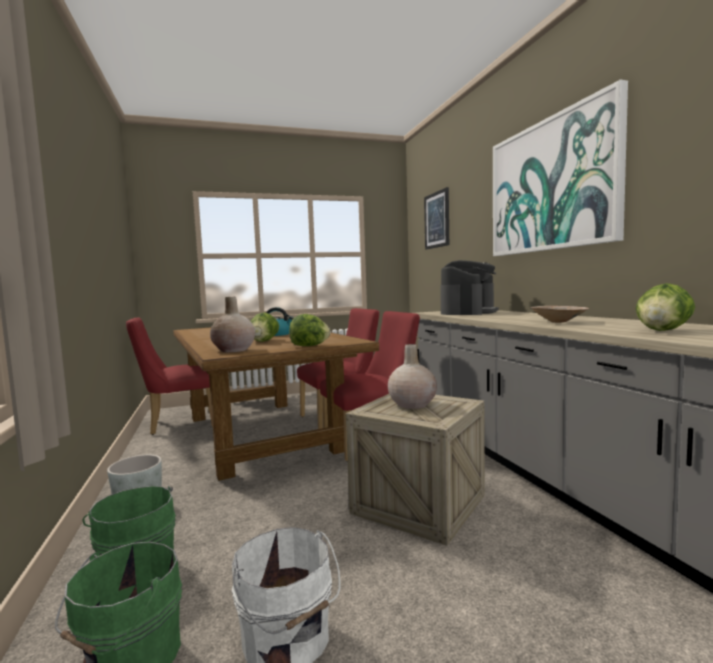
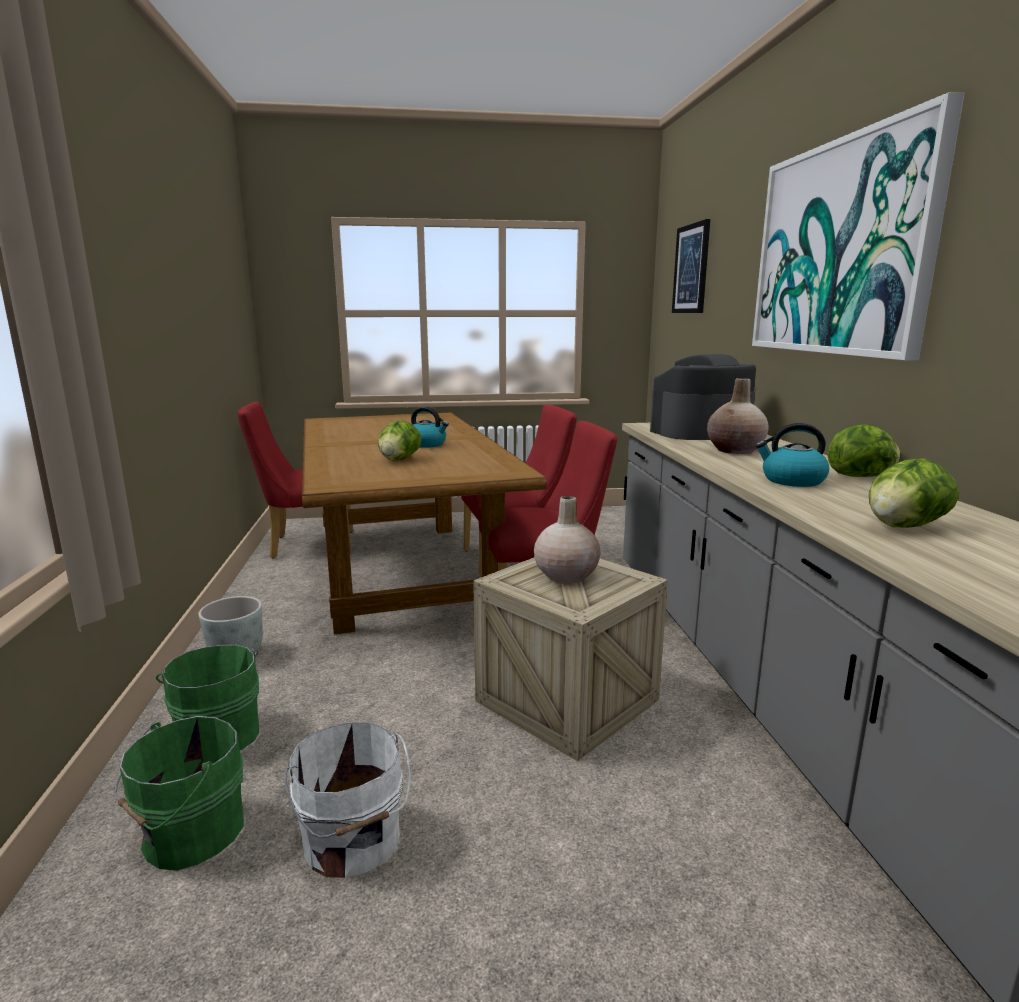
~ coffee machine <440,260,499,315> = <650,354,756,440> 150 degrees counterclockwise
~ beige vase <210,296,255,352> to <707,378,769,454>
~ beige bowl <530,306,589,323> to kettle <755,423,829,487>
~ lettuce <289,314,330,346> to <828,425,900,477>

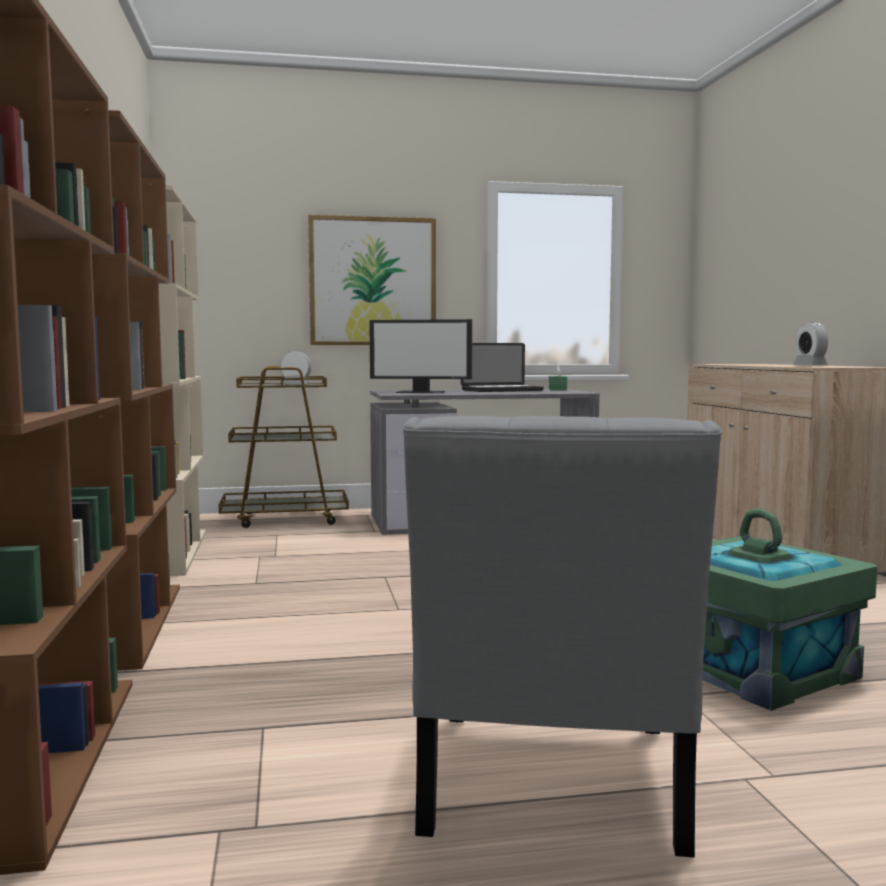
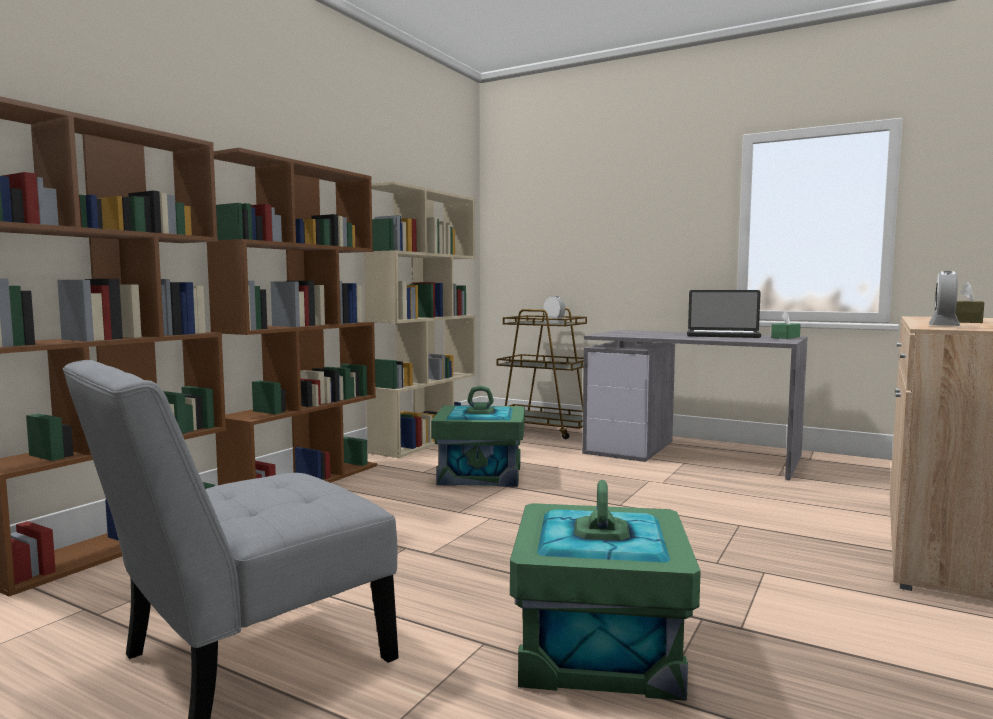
- picture <308,215,436,345>
- monitor <369,319,472,393>
+ brown tissue box <955,282,984,323>
+ green storage box <431,386,525,487>

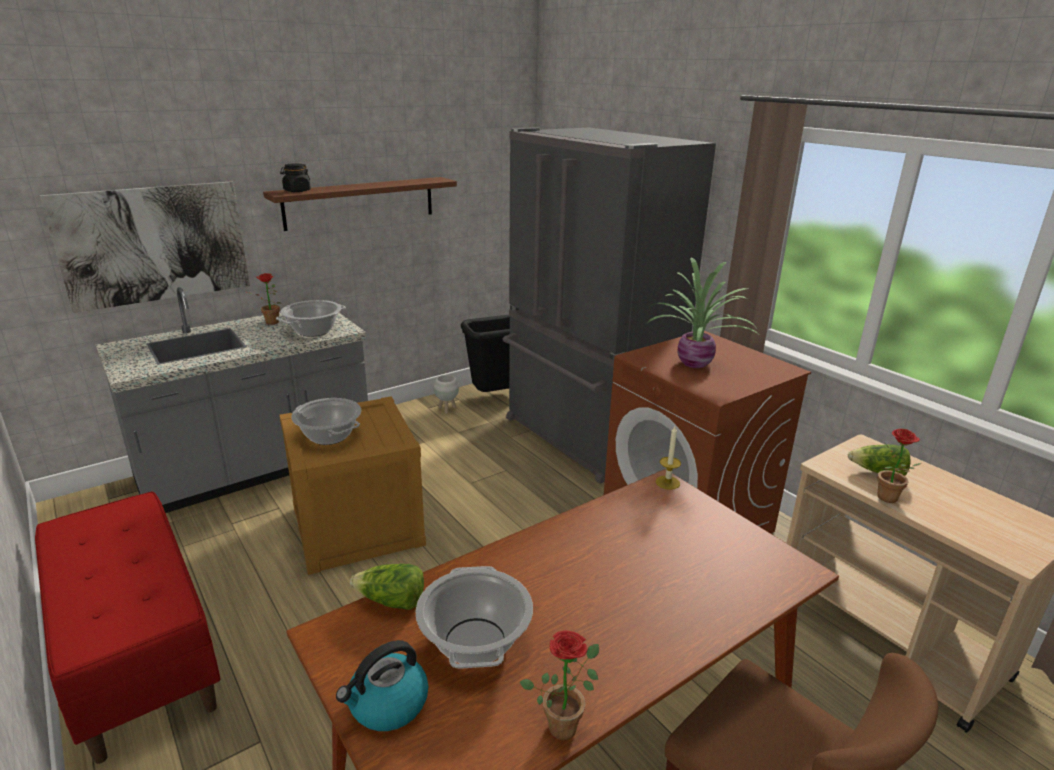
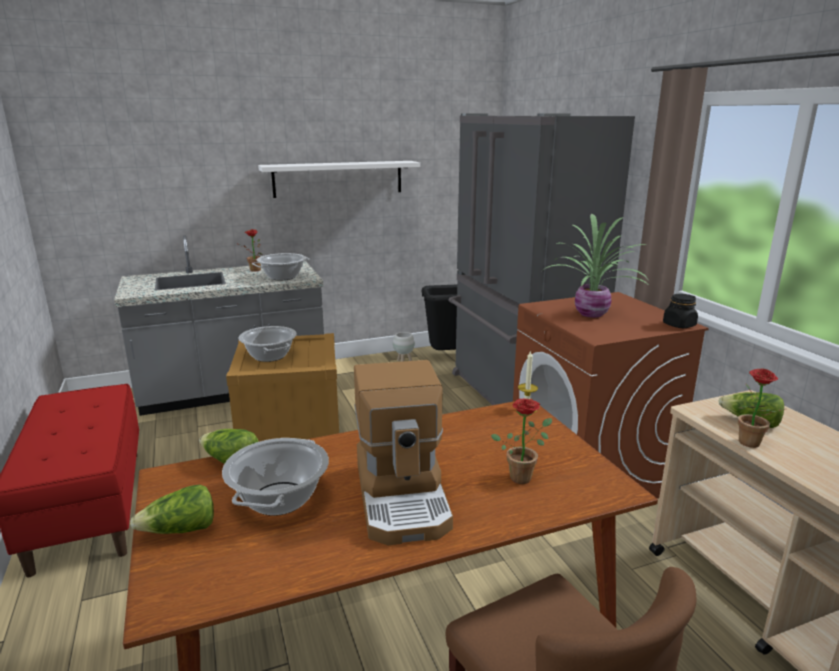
~ black jar <280,163,311,192> to <663,294,698,328>
~ brown shelf <263,177,457,231> to white shelf <258,161,420,198>
- picture <40,181,250,313>
~ potted plant <520,630,599,740> to <491,399,552,484>
~ kettle <336,640,428,731> to lettuce <130,485,214,534>
+ coffee machine <354,360,453,545>

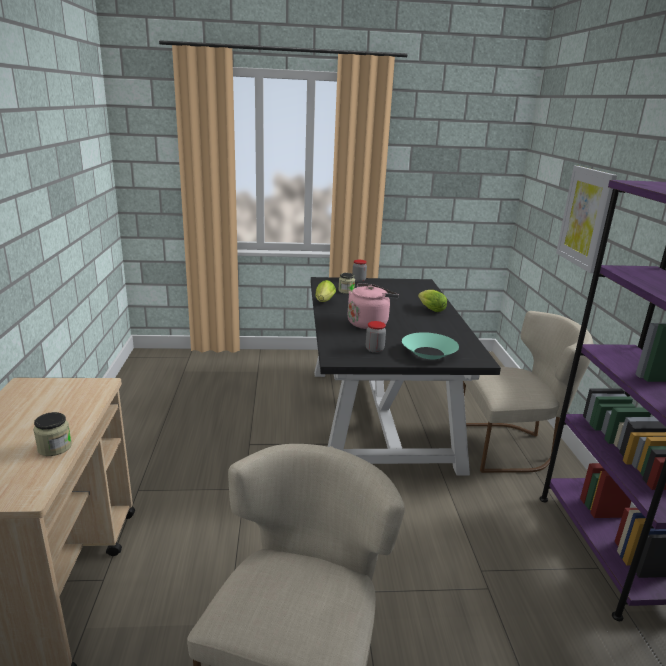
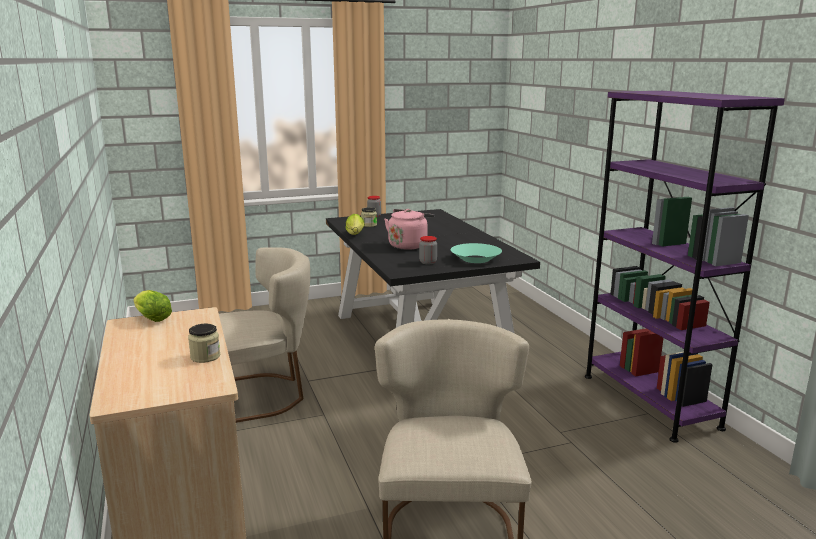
- picture <556,166,617,273>
~ lettuce <418,290,447,312> to <133,290,172,322>
~ beige chair <463,311,593,473> to <219,247,310,423>

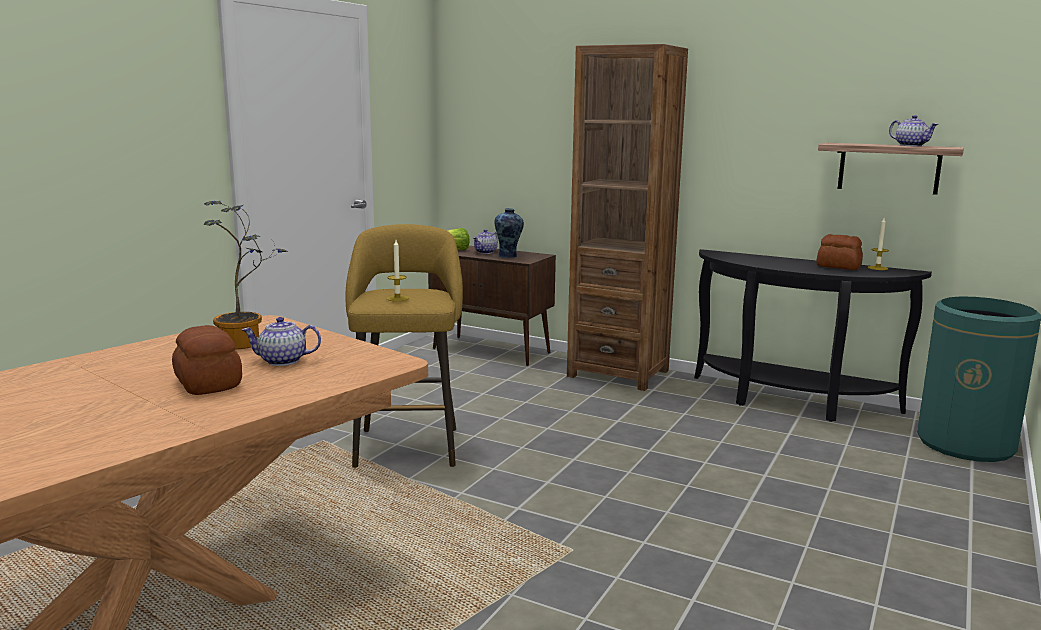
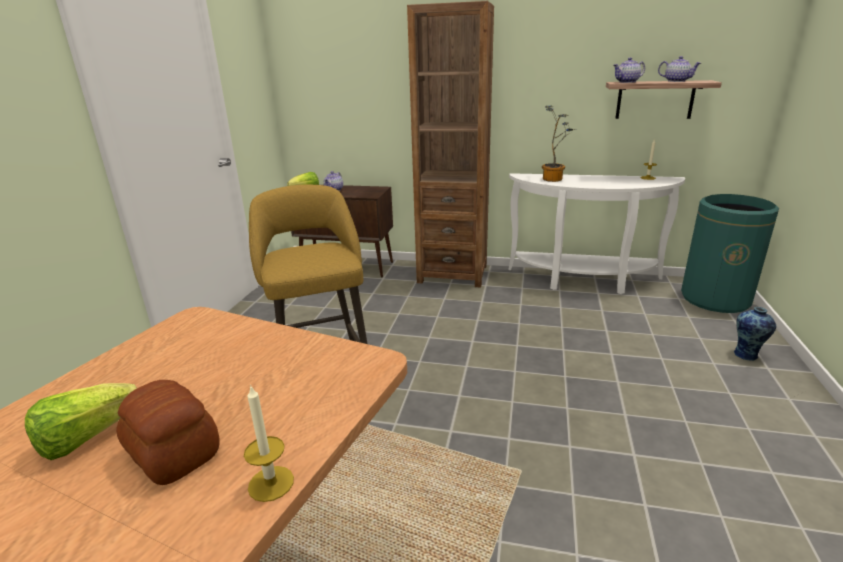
~ potted plant <204,201,287,349> to <542,105,576,182>
~ vase <494,208,524,258> to <734,307,776,361>
- bread <817,234,863,270>
~ candle <386,240,409,301> to <244,385,294,502>
~ black console table <694,249,932,422> to white console table <508,173,685,294>
~ teapot <242,317,321,366> to <613,57,645,83>
+ lettuce <25,383,137,460>

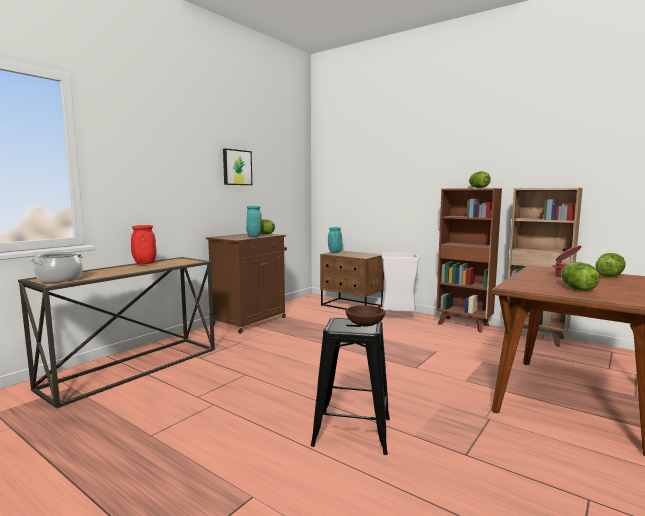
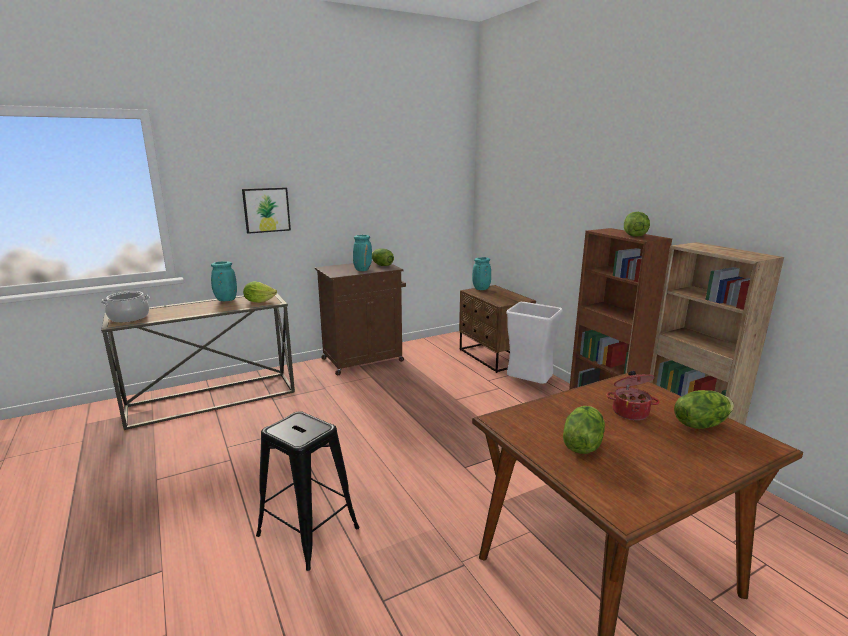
~ picture <223,148,252,185> to <242,187,291,234>
~ red vase <131,225,157,264> to turquoise vase <211,262,237,301>
- brown bowl <345,305,386,327>
+ lettuce <243,281,277,303>

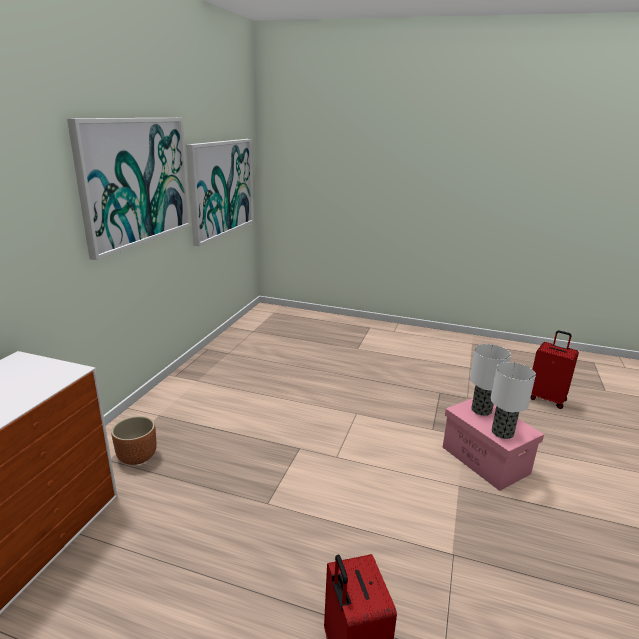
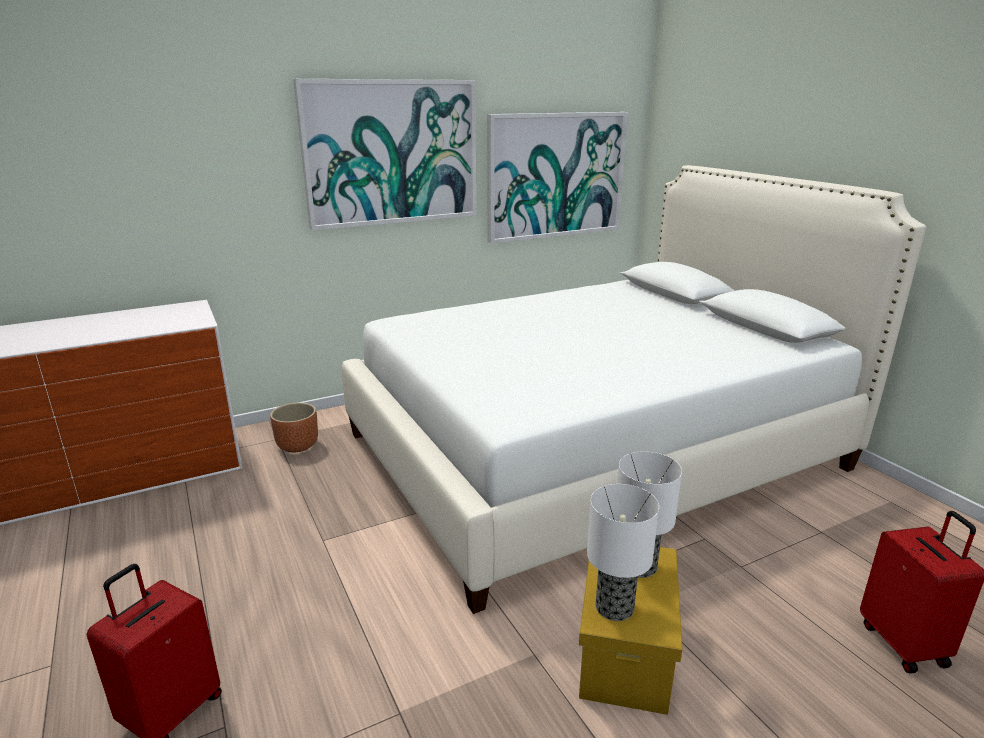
~ pink storage box <443,398,544,491> to yellow storage box <579,547,683,715>
+ white bed <342,165,926,614>

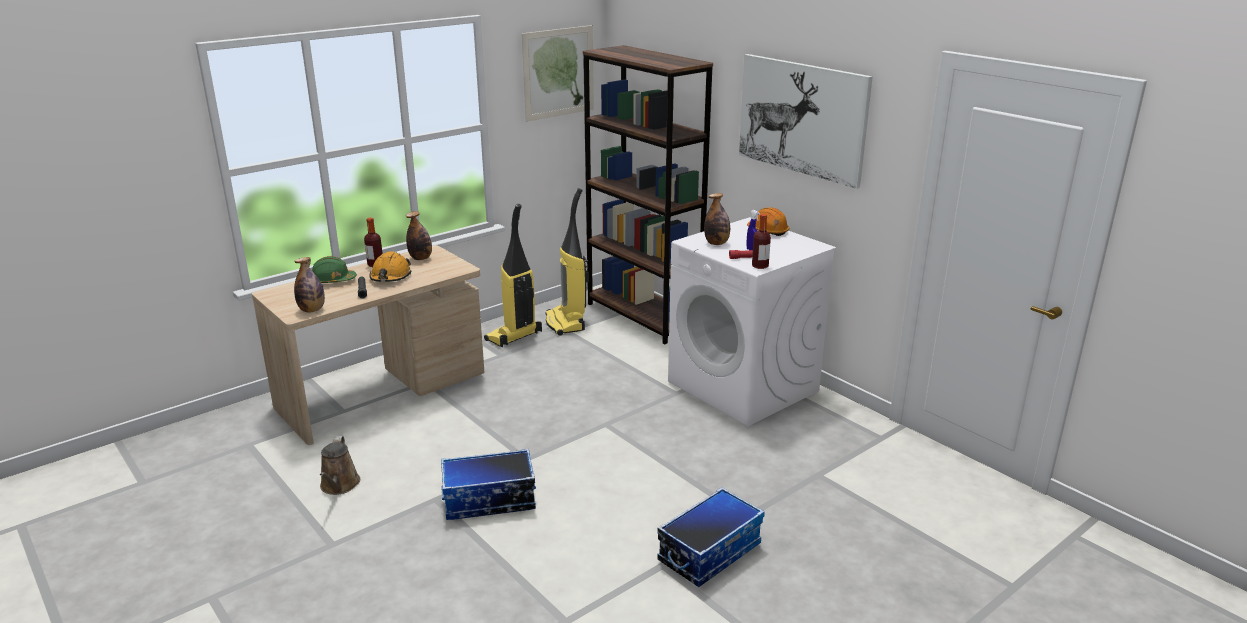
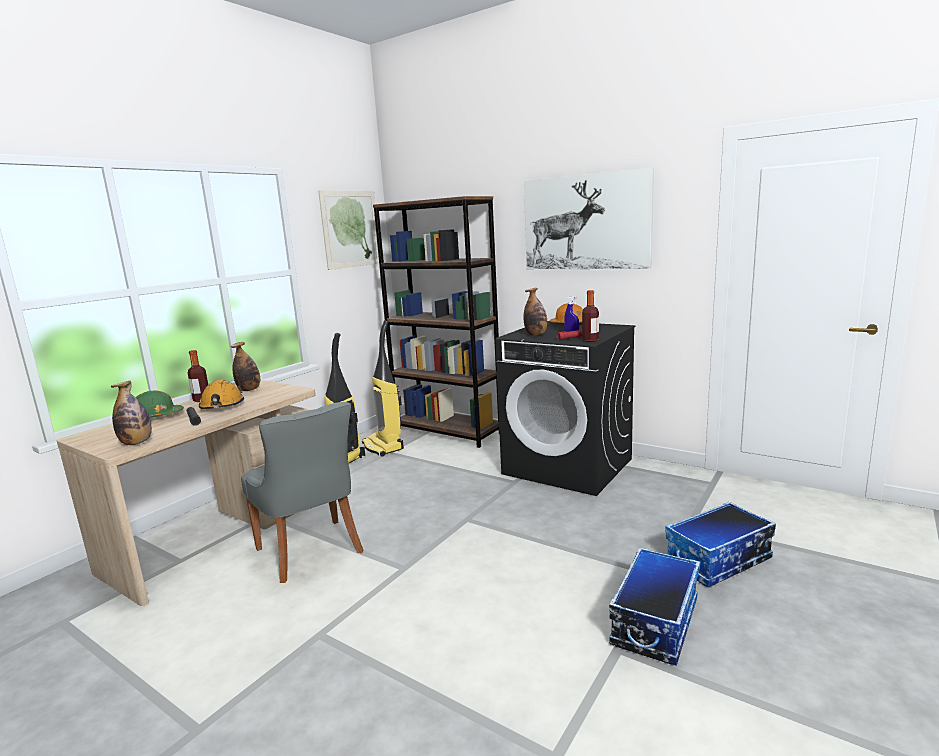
~ white washing machine <668,217,837,427> to black washing machine <495,321,635,496>
- brown watering can <320,436,360,495>
~ storage box <441,449,536,520> to <665,502,776,588>
+ grey chair <241,402,363,583>

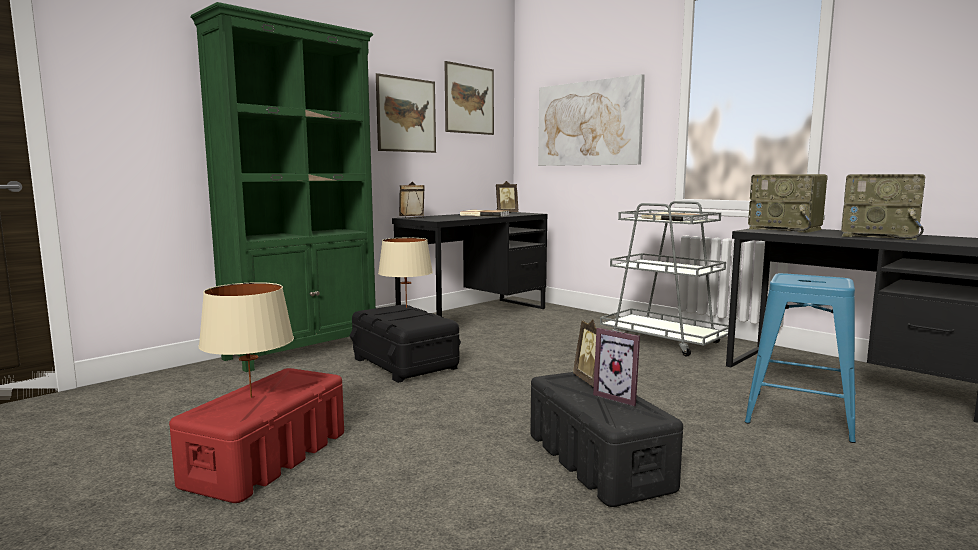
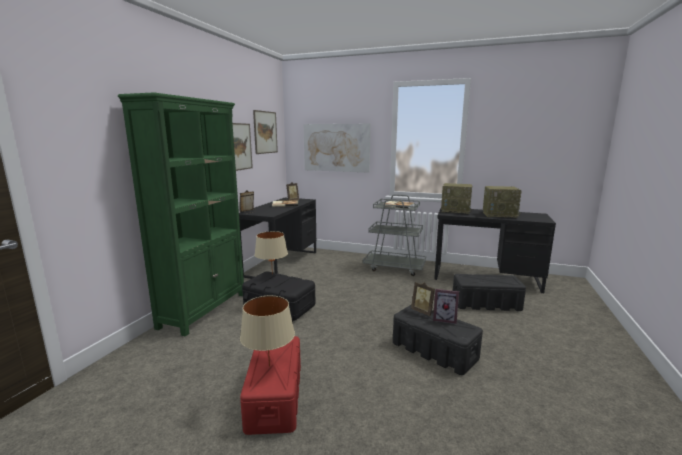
~ blue stool <745,273,856,443> to black storage box <453,274,526,311>

